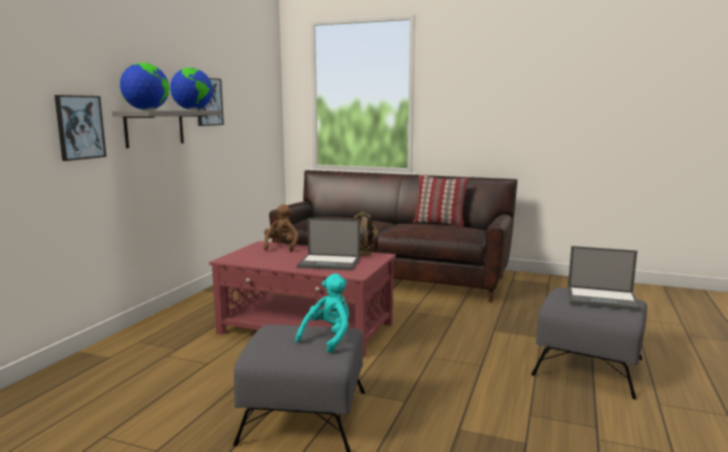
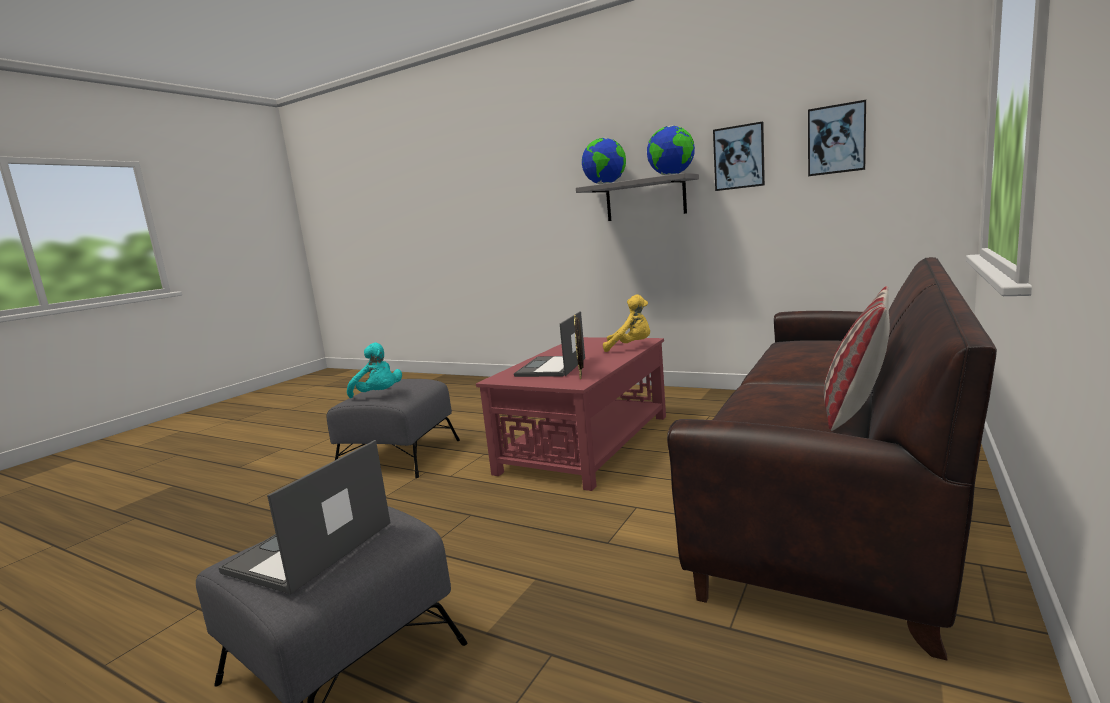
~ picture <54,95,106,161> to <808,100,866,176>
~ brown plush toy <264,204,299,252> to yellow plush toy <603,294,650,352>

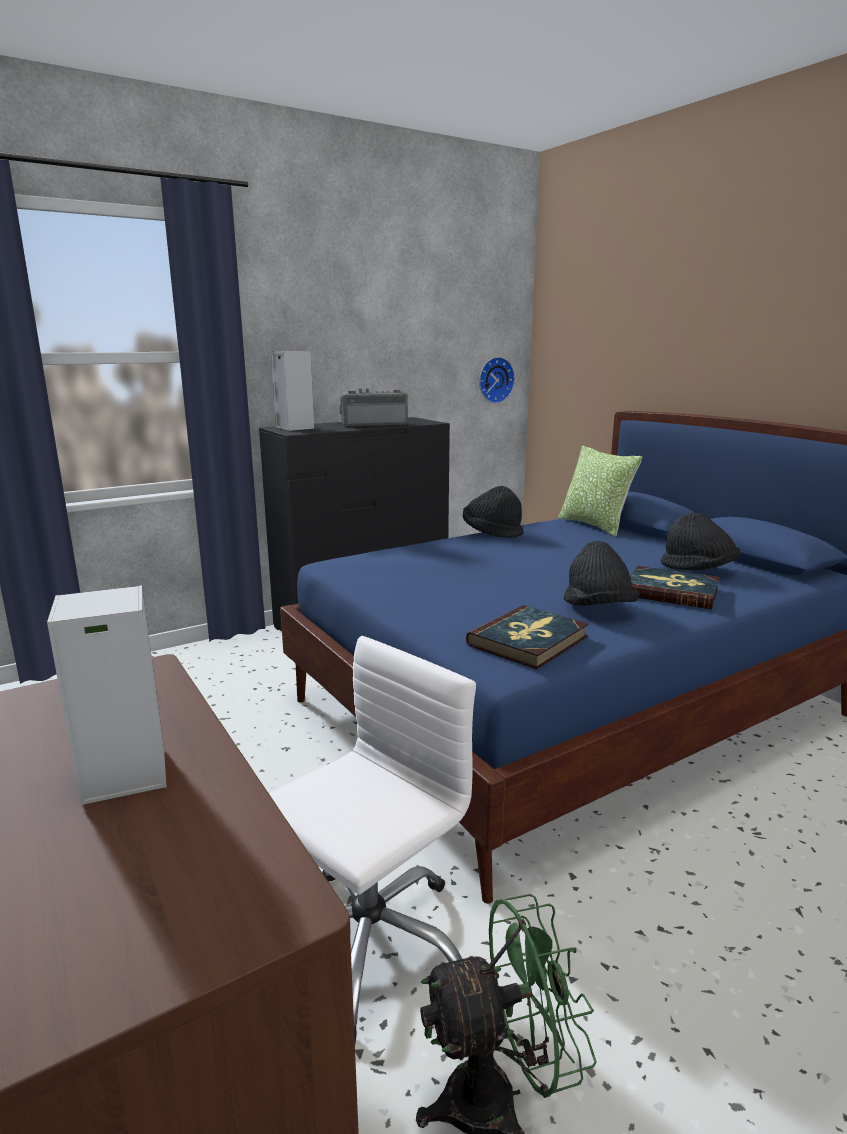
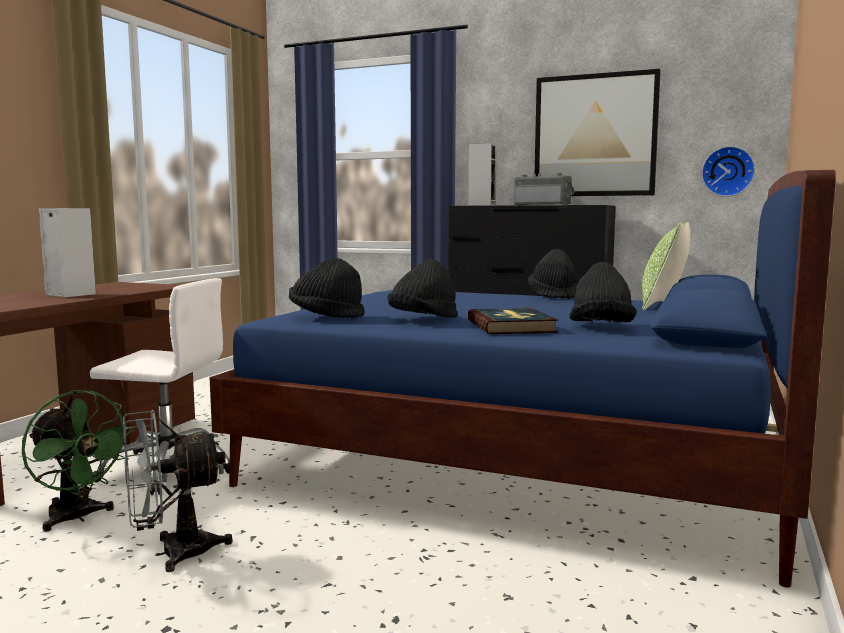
~ book <466,605,589,669> to black hat <289,258,365,319>
+ picture <535,69,661,196>
+ grey fan <123,410,233,572>

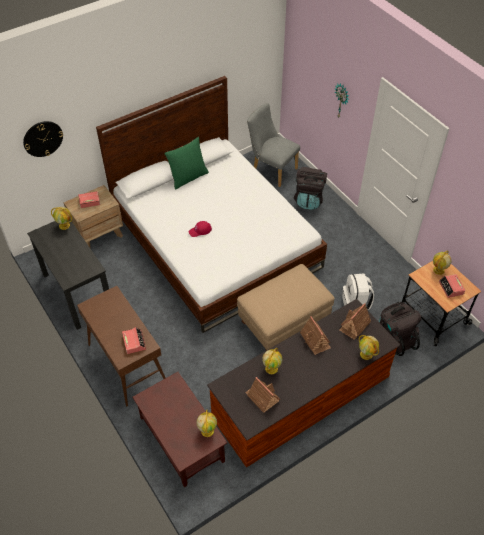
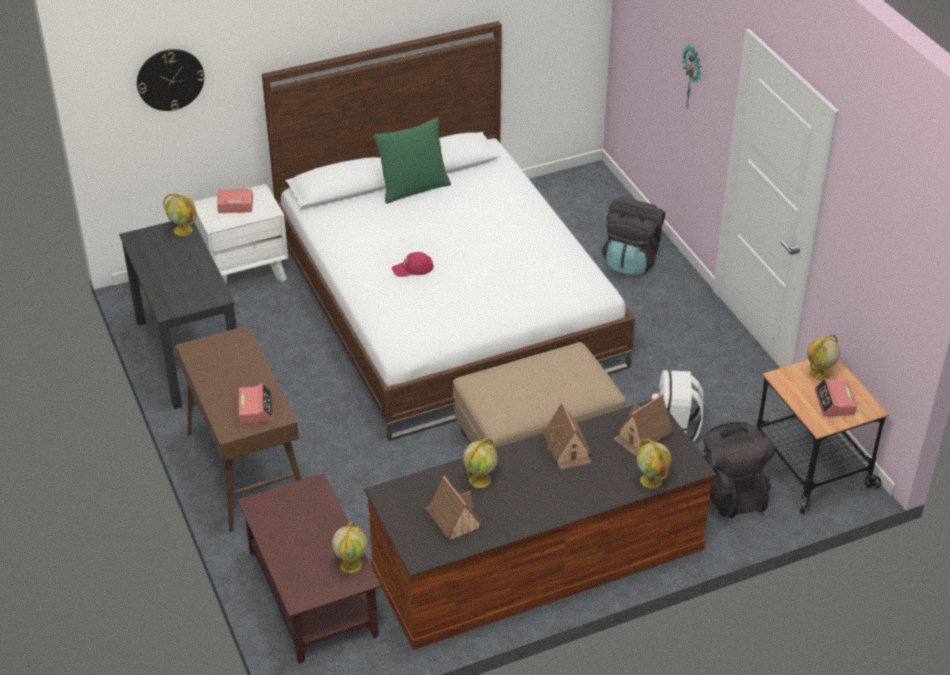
- grey chair <247,103,300,187>
~ brown nightstand <64,185,123,249> to white nightstand <194,184,288,285>

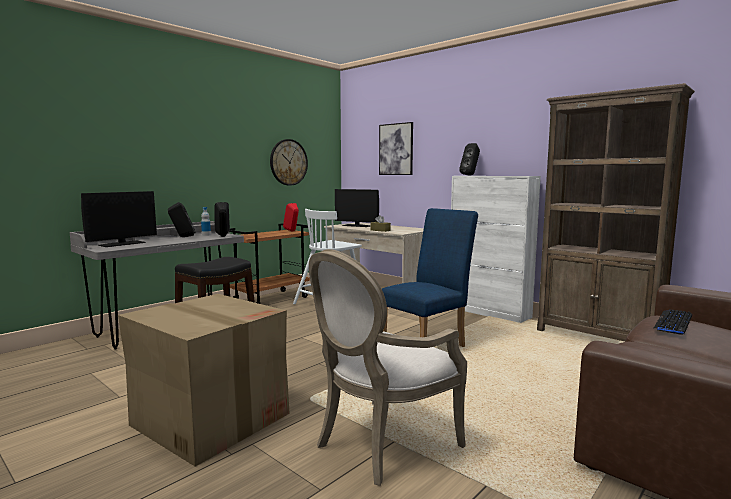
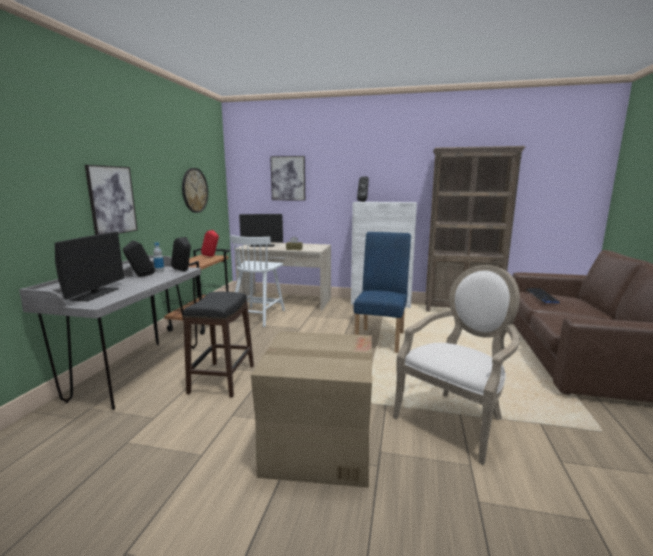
~ armchair <309,249,467,486> = <393,265,520,465> 150 degrees counterclockwise
+ picture <85,165,138,235>

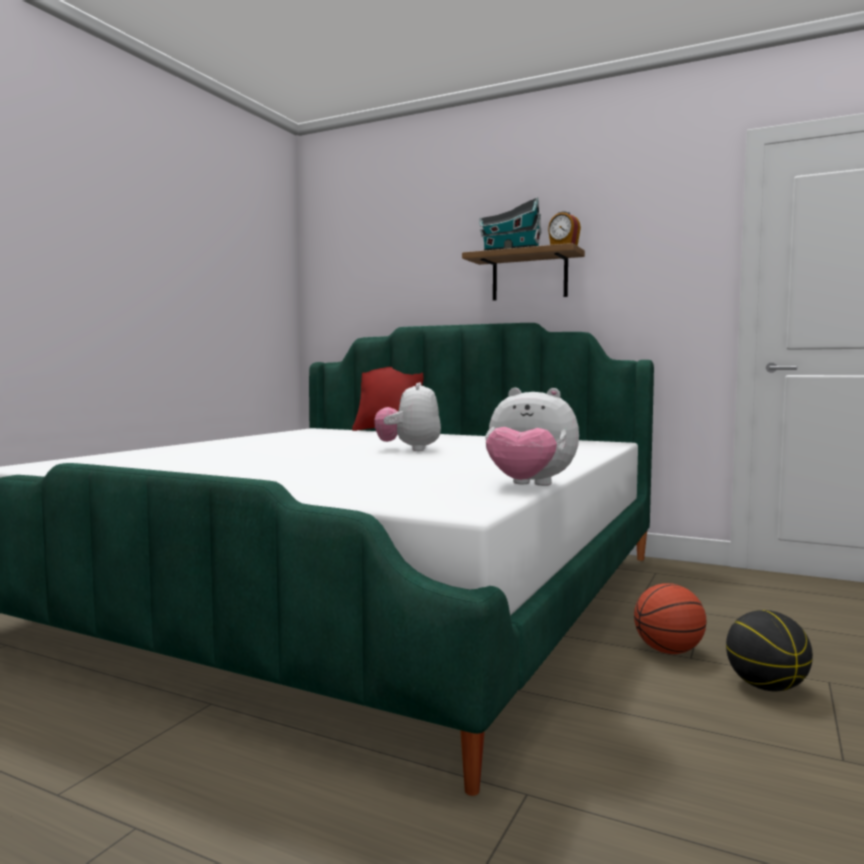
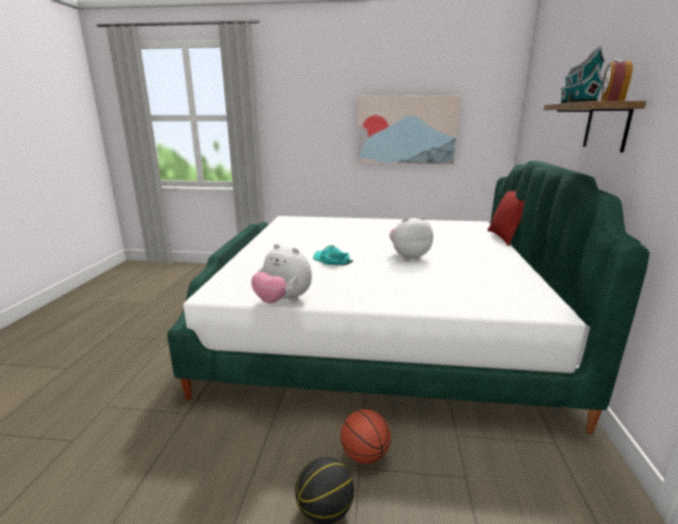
~ plush toy <485,388,579,486> = <251,244,312,304> 60 degrees counterclockwise
+ picture <357,95,460,164>
+ turquoise cap <313,245,353,265>

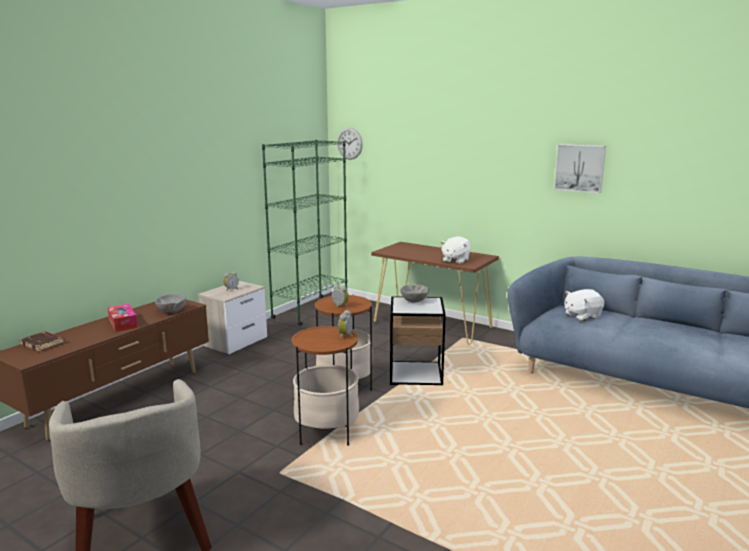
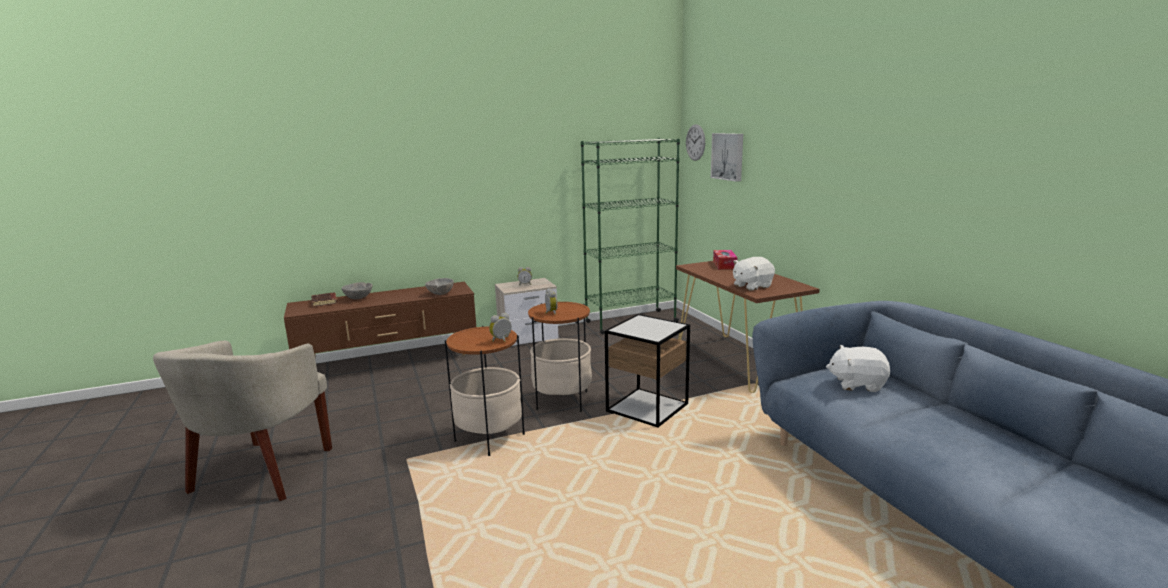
~ picture <554,144,606,193> to <711,133,743,182>
~ grey bowl <400,284,429,303> to <342,282,372,299>
~ tissue box <107,304,138,332> to <713,250,738,269>

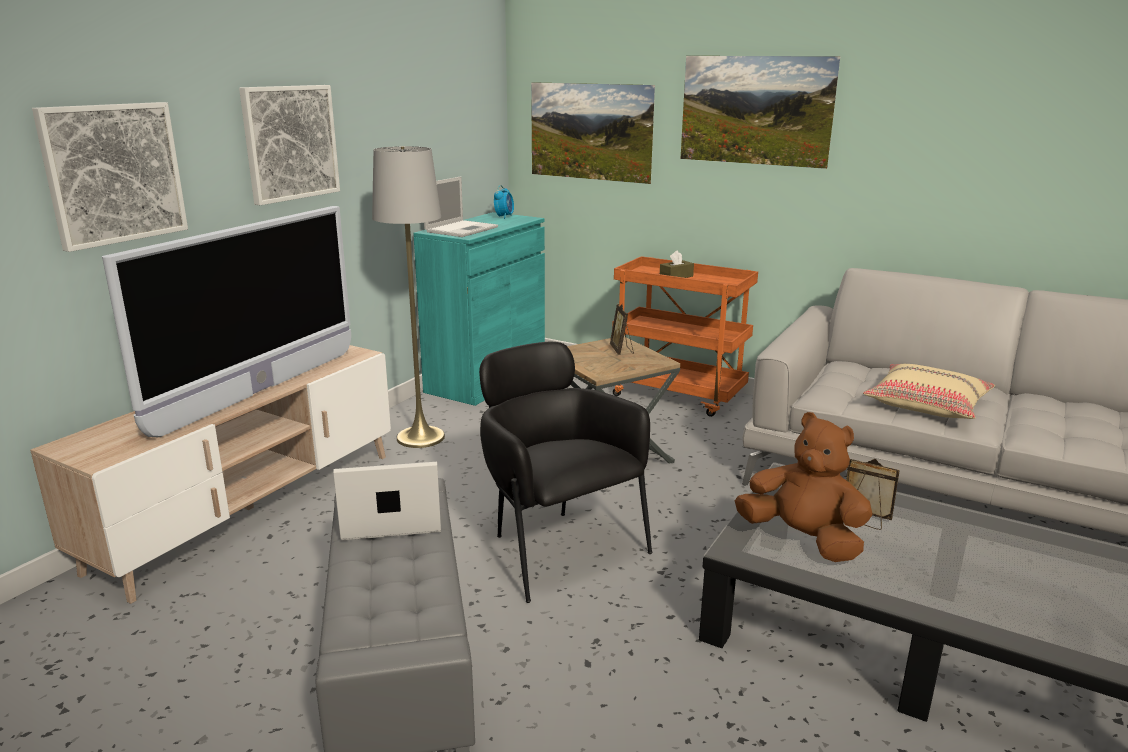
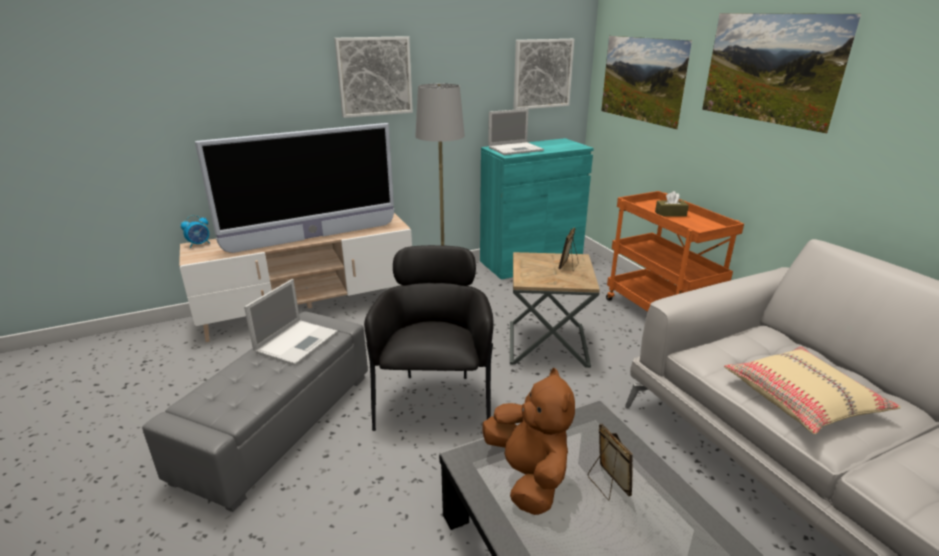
~ picture <32,102,188,252> to <513,39,574,110>
~ alarm clock <494,185,514,219> to <181,215,210,248>
~ laptop <333,462,441,541> = <244,279,338,366> 90 degrees clockwise

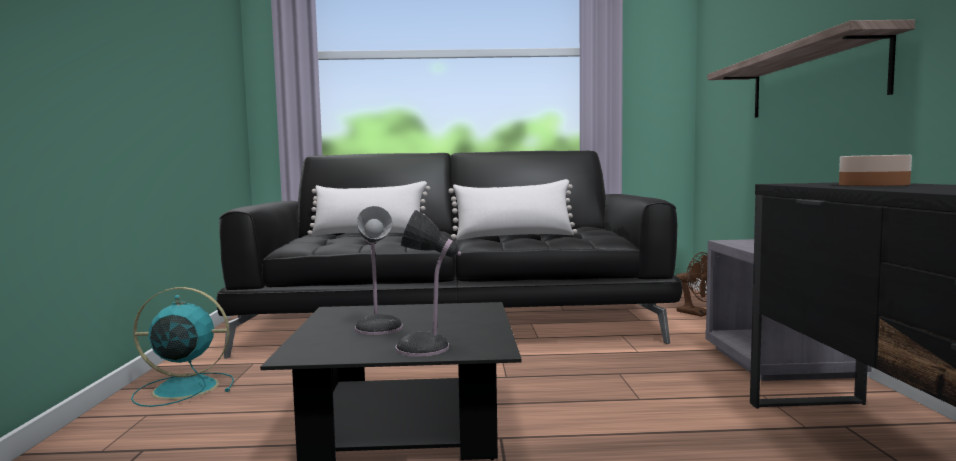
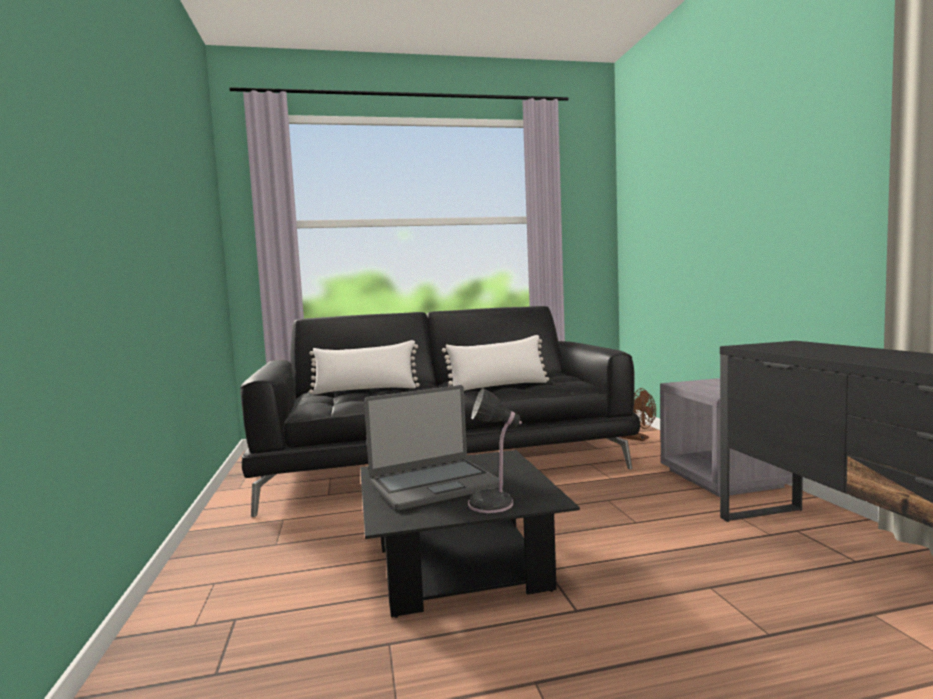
- shelf <707,20,915,118>
- bowl <839,155,912,186>
~ table lamp <355,206,403,335> to laptop <364,385,504,511>
- turquoise fan <131,287,234,407>

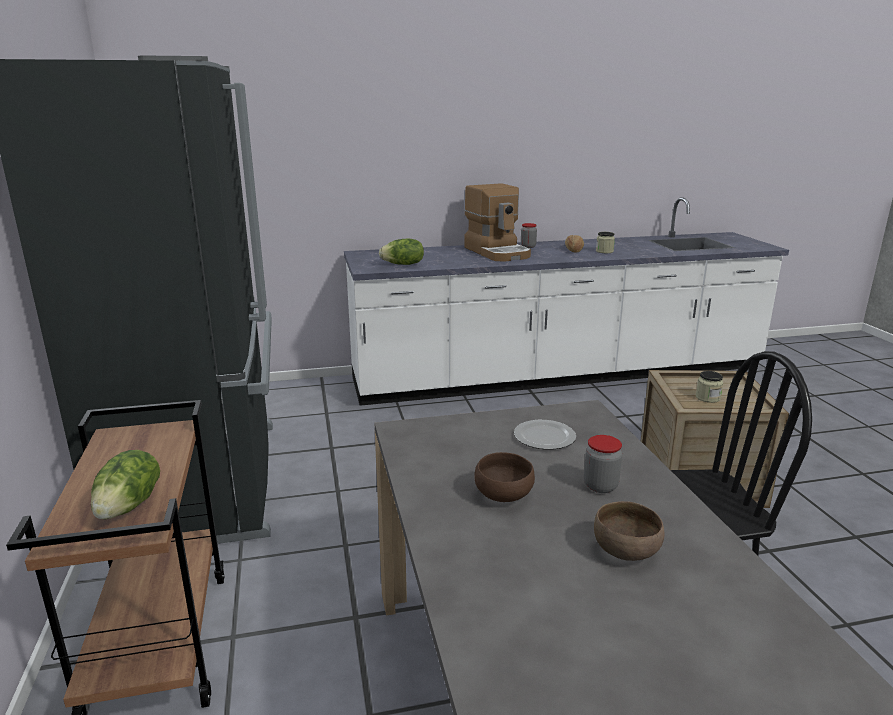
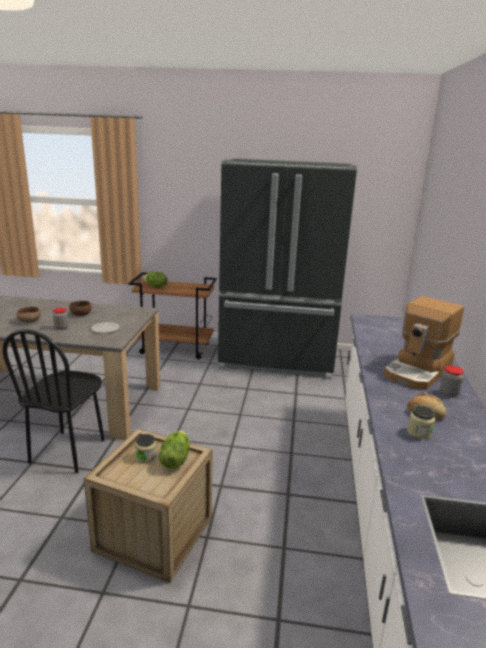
~ coffee machine <465,183,531,262> = <384,296,464,390> 45 degrees counterclockwise
~ lettuce <379,239,424,265> to <159,431,190,469>

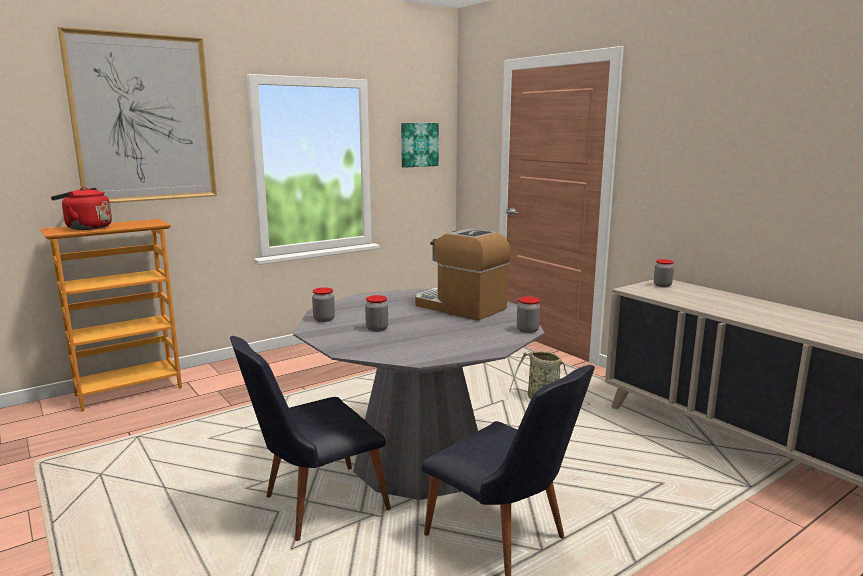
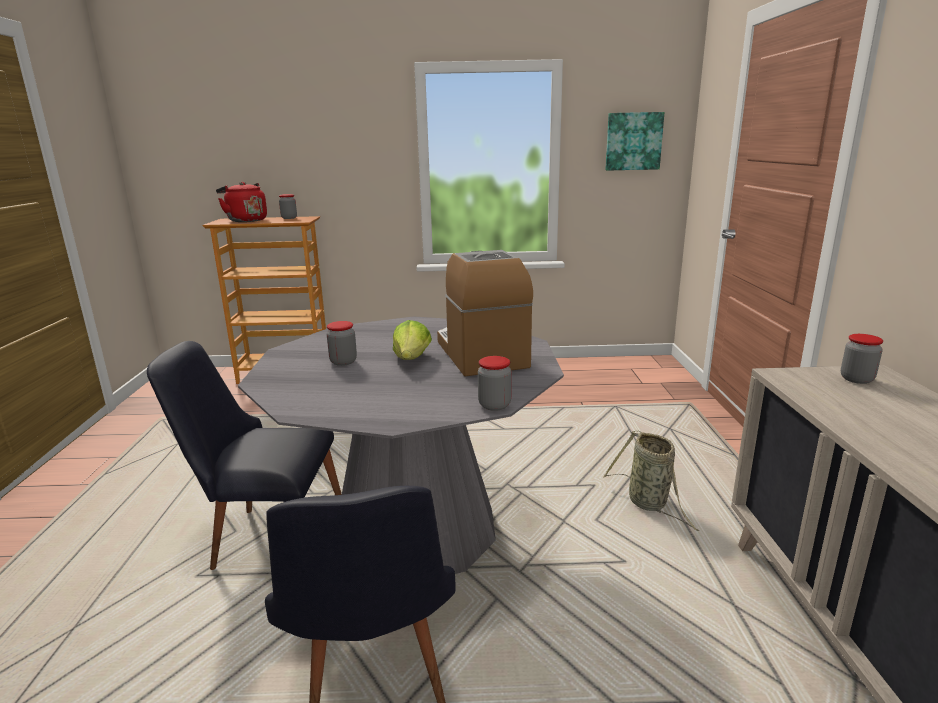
- picture <58,27,217,203>
~ jar <312,287,335,322> to <279,194,297,219>
+ lettuce <393,320,432,360>

